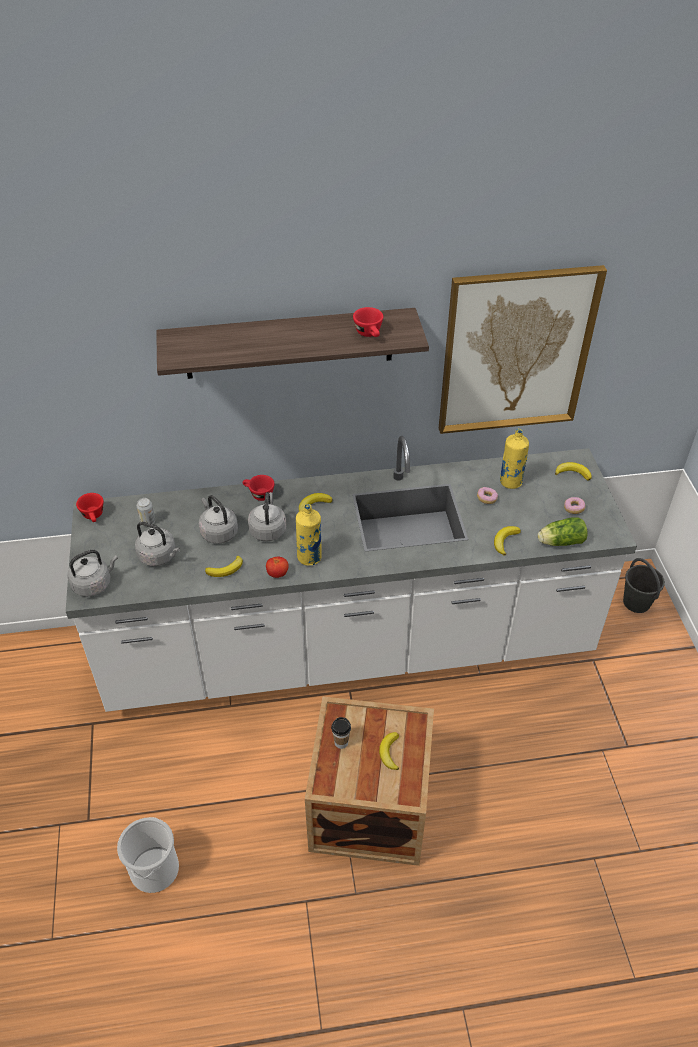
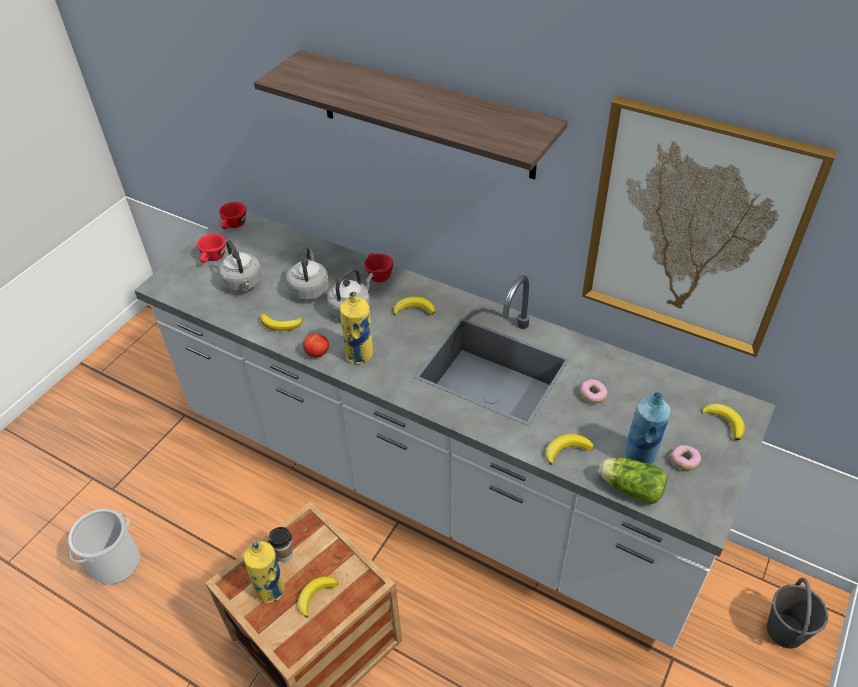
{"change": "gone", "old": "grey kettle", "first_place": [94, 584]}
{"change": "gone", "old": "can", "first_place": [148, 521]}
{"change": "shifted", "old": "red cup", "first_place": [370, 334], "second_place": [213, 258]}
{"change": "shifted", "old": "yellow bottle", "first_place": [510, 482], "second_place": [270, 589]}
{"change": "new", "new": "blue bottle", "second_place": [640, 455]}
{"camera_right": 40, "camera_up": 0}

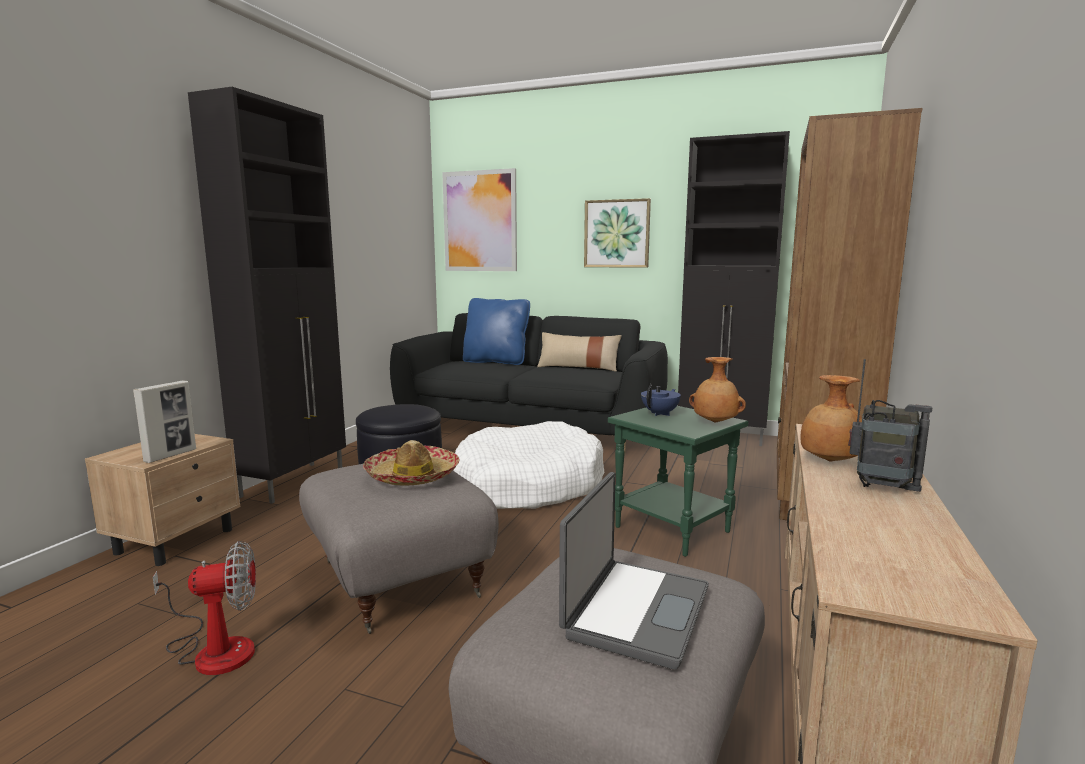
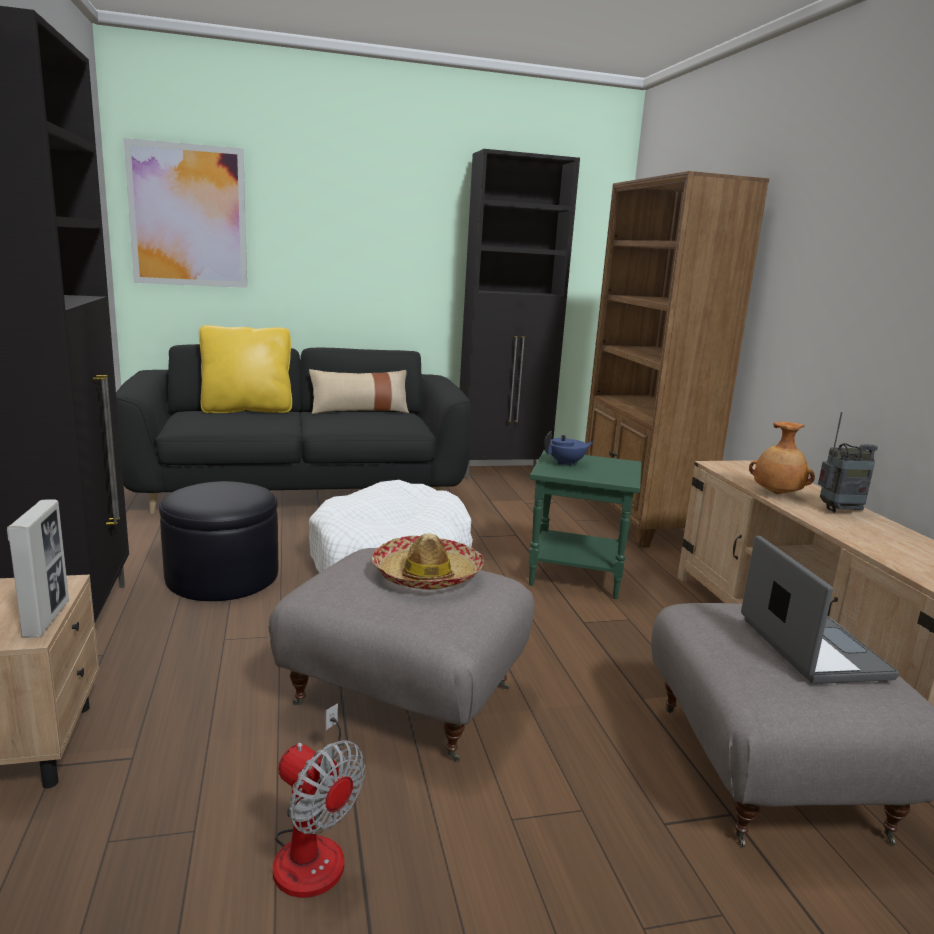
{"change": "rotated", "old": "fan", "first_place": [214, 649], "second_place": [314, 845], "degrees": 90}
{"change": "repainted", "old": "blue pillow", "new": "yellow pillow", "first_place": [496, 362], "second_place": [247, 410]}
{"change": "gone", "old": "picture", "first_place": [617, 233]}
{"change": "rotated", "old": "blue teapot", "first_place": [660, 414], "second_place": [566, 463], "degrees": 60}
{"change": "gone", "old": "brown vase", "first_place": [715, 422]}
{"camera_right": -35, "camera_up": 5}

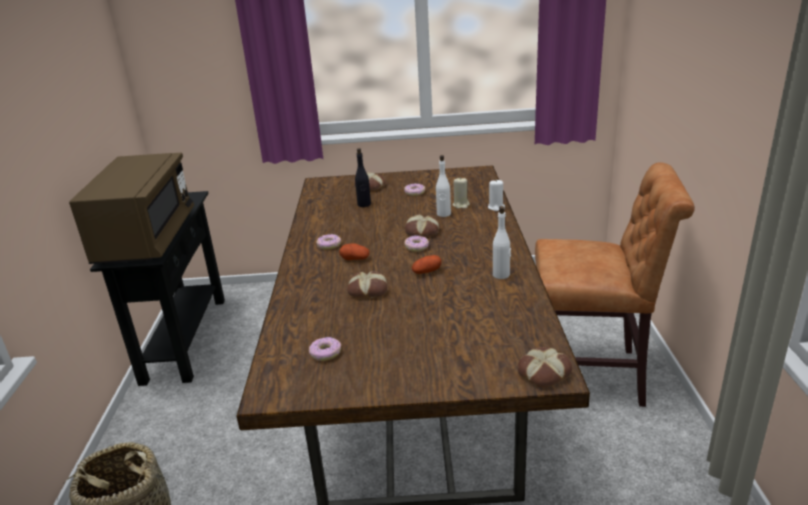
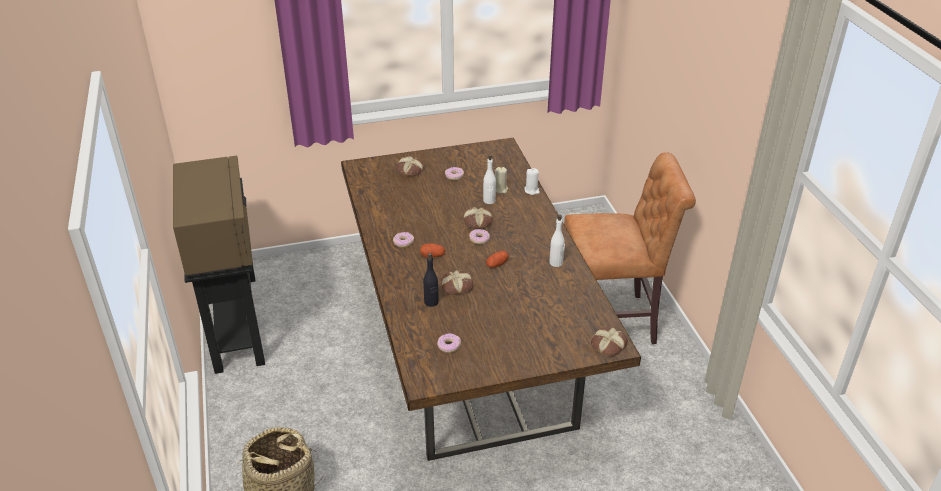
{"change": "shifted", "old": "black bottle", "first_place": [364, 204], "second_place": [431, 302]}
{"camera_right": -15, "camera_up": 10}

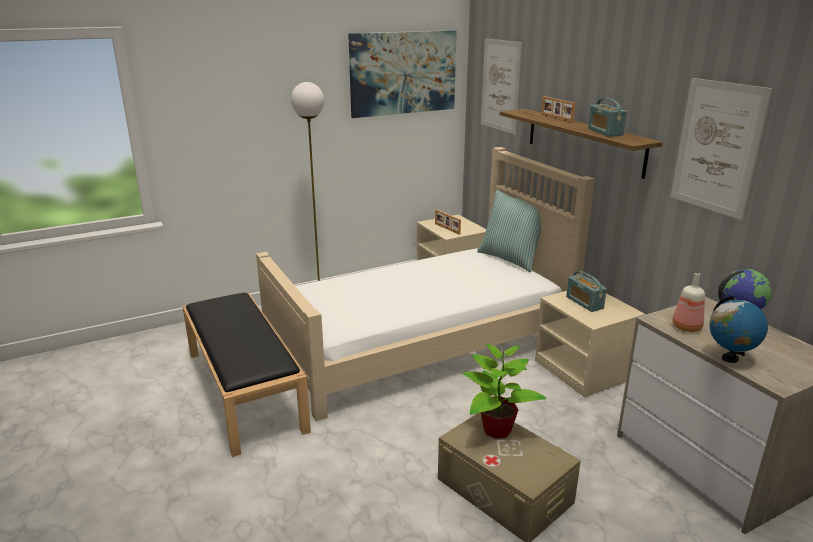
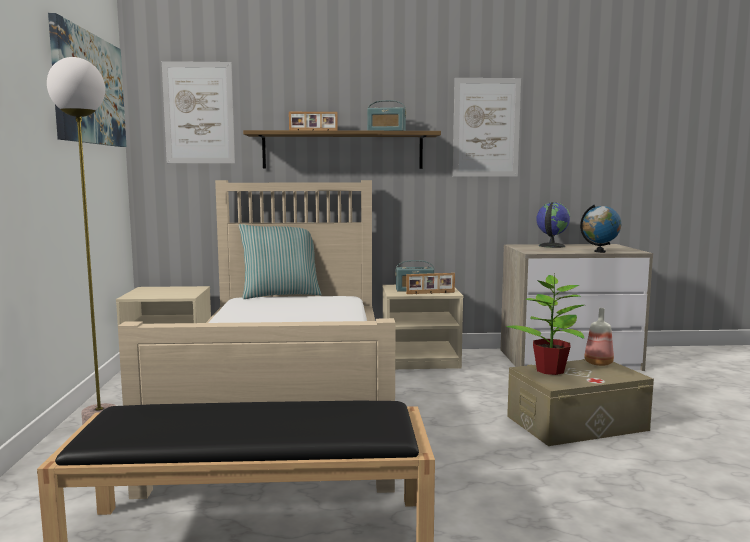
{"change": "shifted", "old": "picture frame", "first_place": [446, 229], "second_place": [430, 293]}
{"change": "shifted", "old": "bottle", "first_place": [686, 327], "second_place": [597, 363]}
{"camera_right": -65, "camera_up": -15}

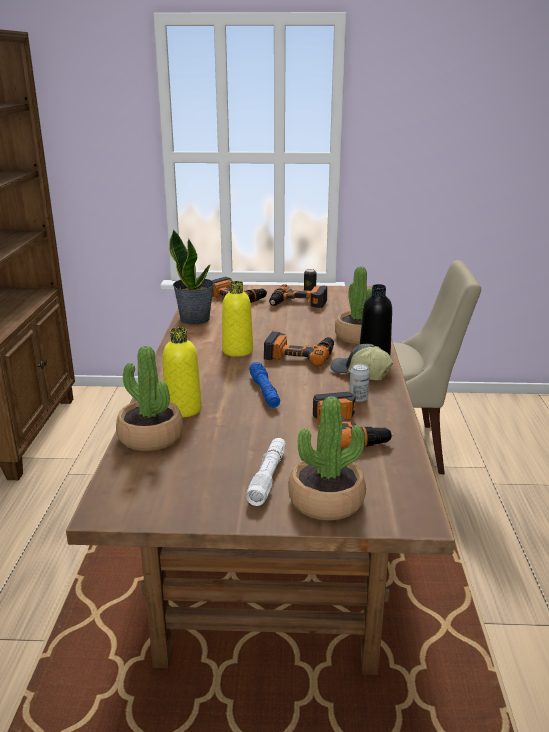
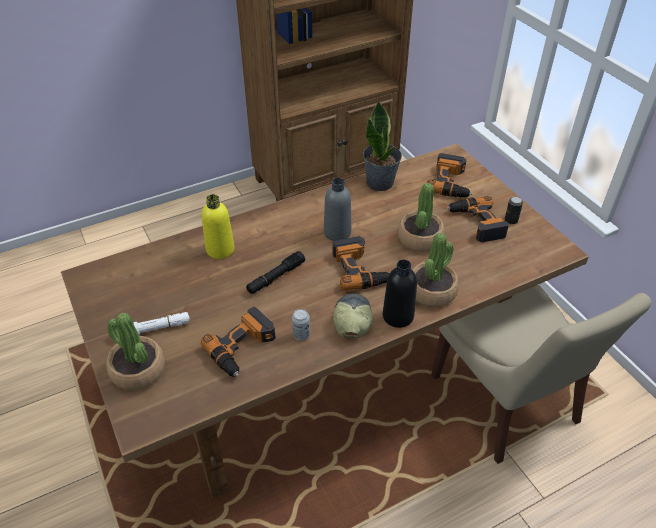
{"change": "shifted", "old": "potted plant", "first_place": [150, 437], "second_place": [419, 238]}
{"change": "repainted", "old": "yellow bottle", "new": "grey bottle", "first_place": [237, 351], "second_place": [337, 232]}
{"change": "repainted", "old": "blue flashlight", "new": "black flashlight", "first_place": [264, 391], "second_place": [276, 277]}
{"camera_right": 60, "camera_up": 20}

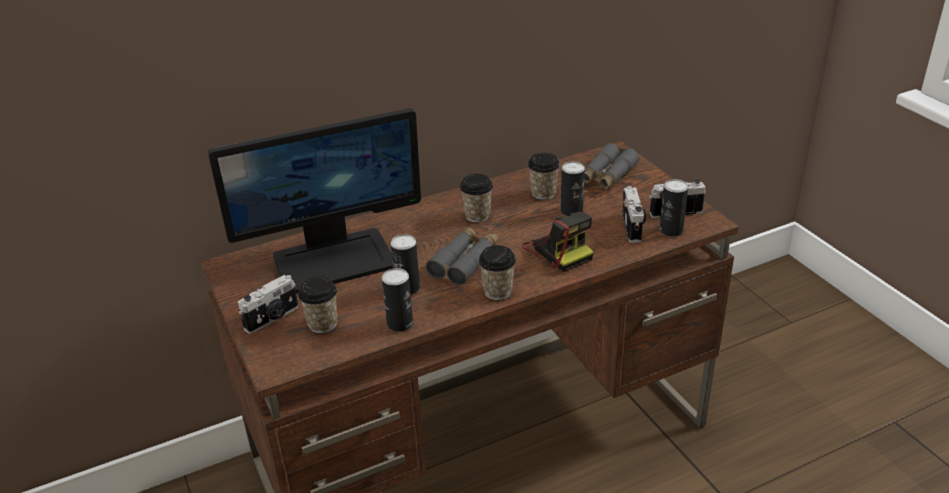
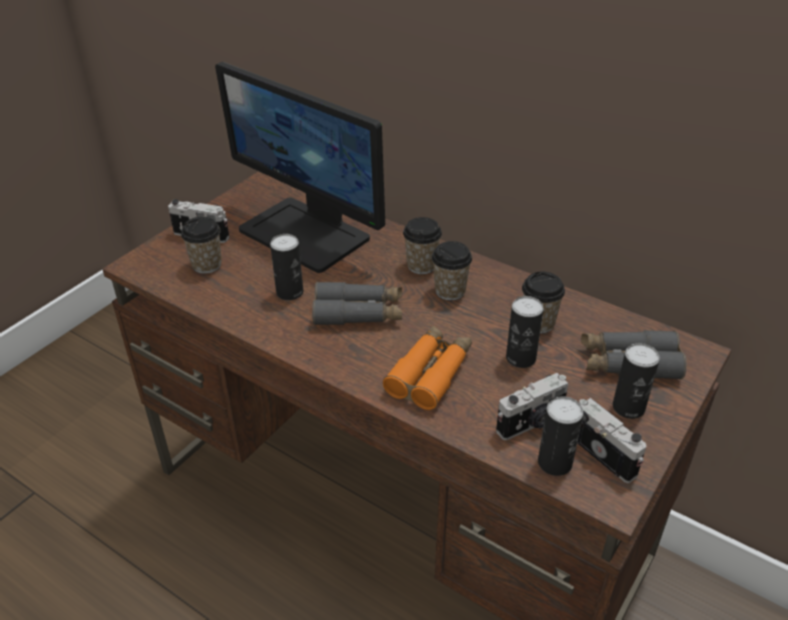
{"change": "shifted", "old": "can", "first_place": [400, 324], "second_place": [628, 407]}
{"change": "shifted", "old": "cup", "first_place": [498, 291], "second_place": [421, 266]}
{"change": "swapped", "old": "photo camera", "new": "orange binoculars", "first_place": [558, 250], "second_place": [430, 373]}
{"camera_right": 60, "camera_up": 5}

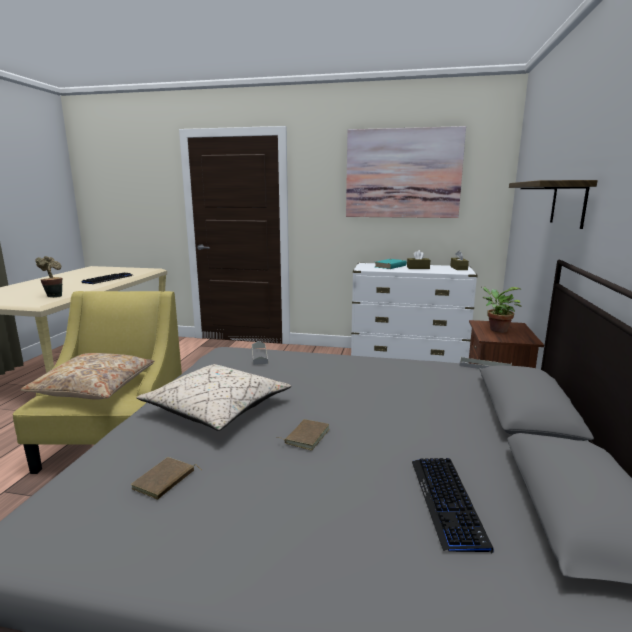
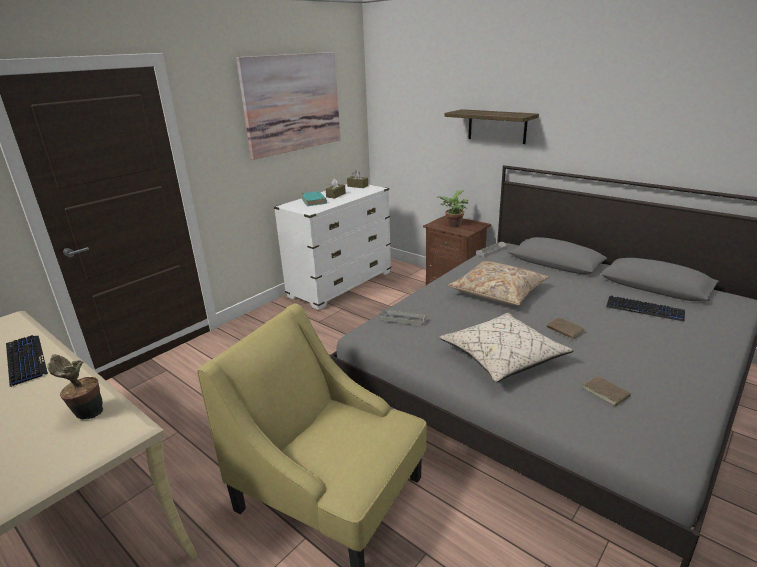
{"change": "shifted", "old": "beige pillow", "first_place": [95, 387], "second_place": [498, 292]}
{"camera_right": -60, "camera_up": 10}

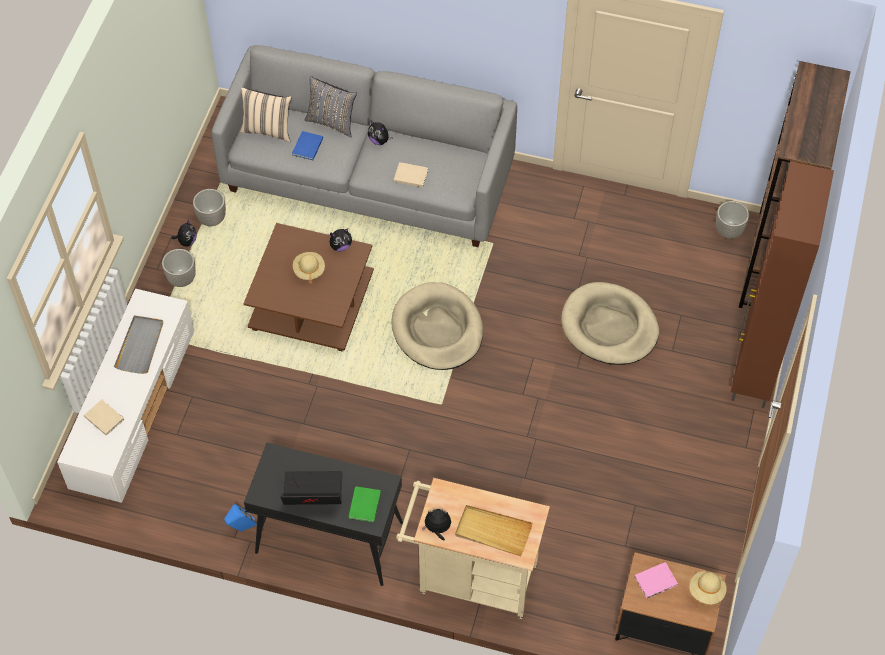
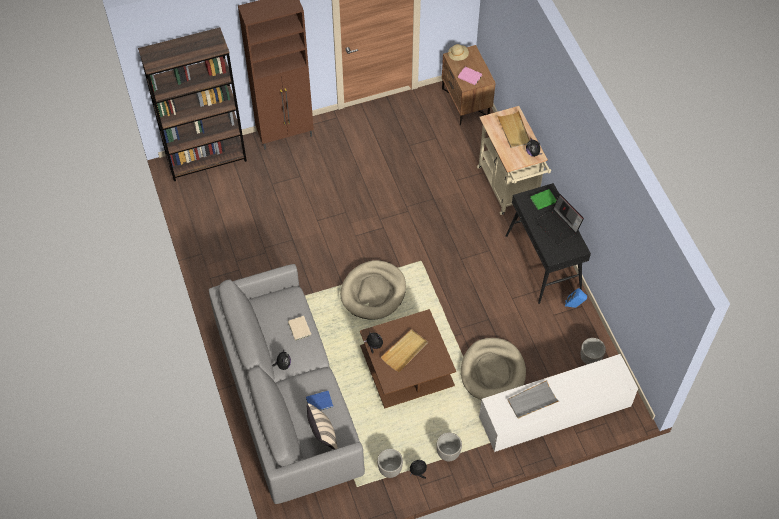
{"change": "gone", "old": "beige book", "first_place": [104, 417]}
{"change": "swapped", "old": "beige hat", "new": "beige tray", "first_place": [309, 270], "second_place": [405, 351]}
{"change": "gone", "old": "grey pillow", "first_place": [332, 122]}
{"change": "shifted", "old": "beige dog bed", "first_place": [609, 327], "second_place": [493, 372]}
{"change": "shifted", "old": "planter", "first_place": [728, 231], "second_place": [590, 359]}
{"camera_right": -125, "camera_up": 0}

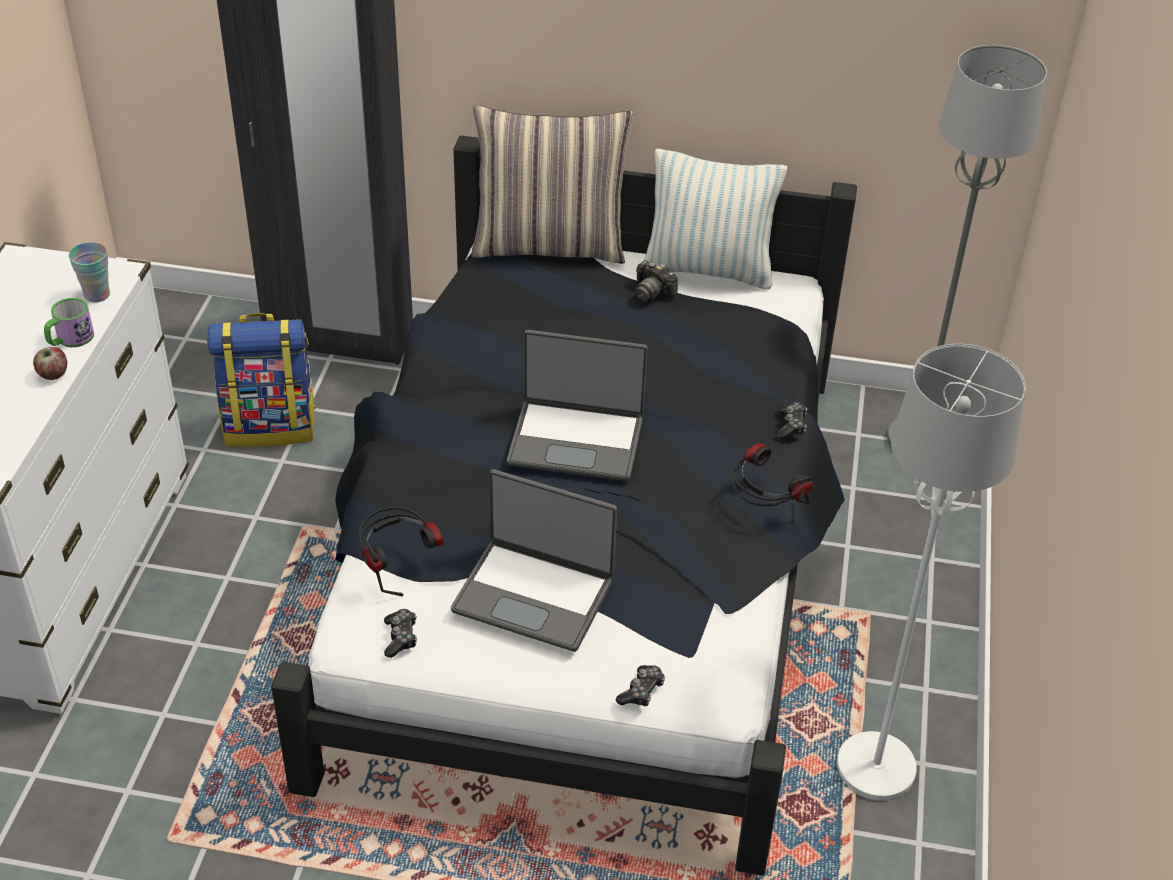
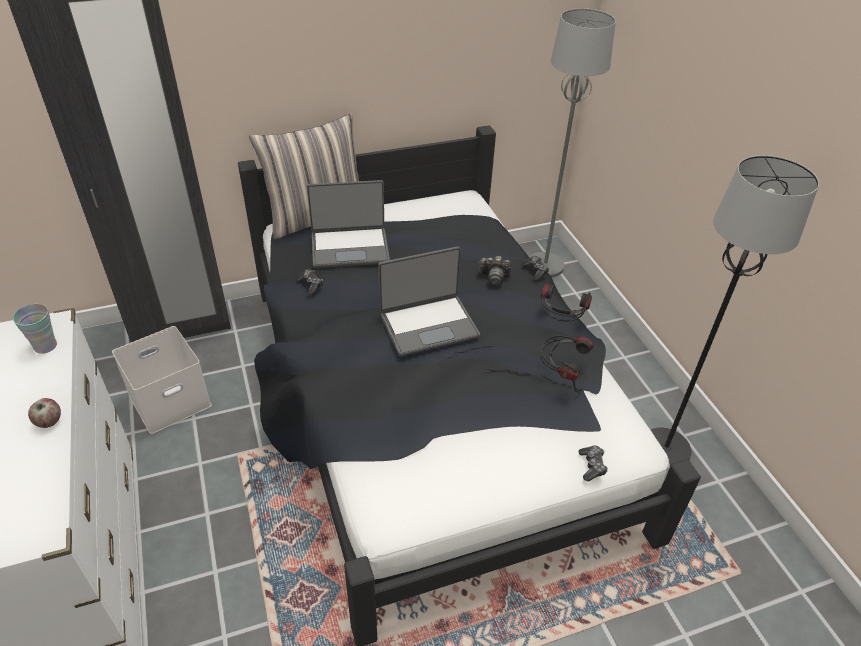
{"change": "gone", "old": "mug", "first_place": [70, 339]}
{"change": "swapped", "old": "backpack", "new": "white storage box", "first_place": [270, 426], "second_place": [171, 398]}
{"change": "shifted", "old": "headphones", "first_place": [398, 567], "second_place": [561, 375]}
{"change": "shifted", "old": "game controller", "first_place": [400, 637], "second_place": [310, 285]}
{"change": "shifted", "old": "laptop", "first_place": [534, 595], "second_place": [350, 247]}
{"change": "shifted", "old": "photo camera", "first_place": [652, 292], "second_place": [494, 277]}
{"change": "gone", "old": "pillow", "first_place": [708, 269]}
{"change": "repainted", "old": "white floor lamp", "new": "black floor lamp", "first_place": [875, 768], "second_place": [665, 450]}
{"camera_right": -30, "camera_up": 0}

